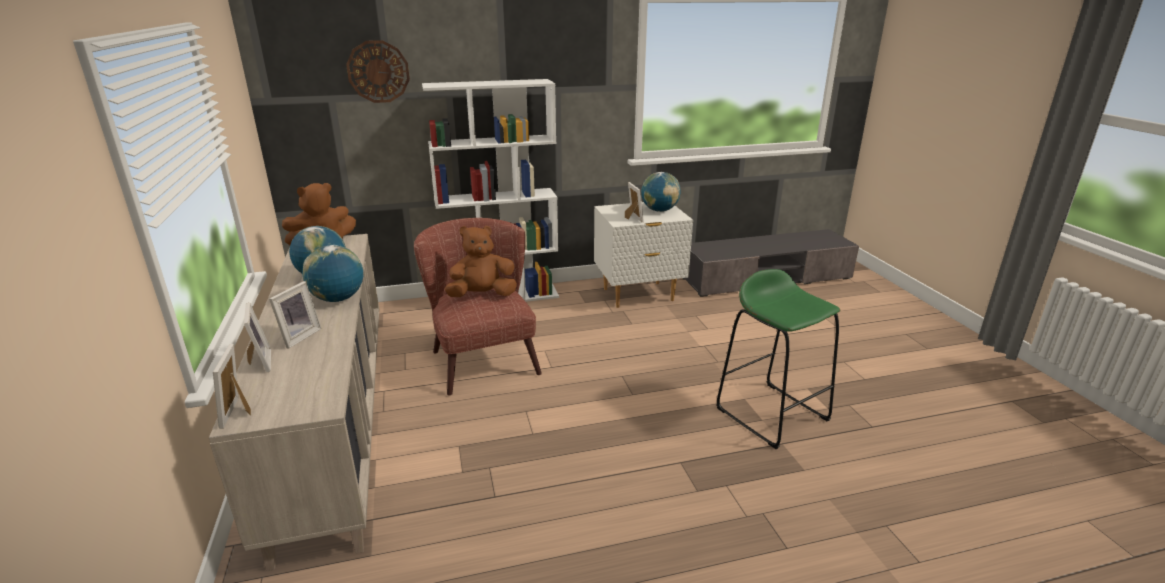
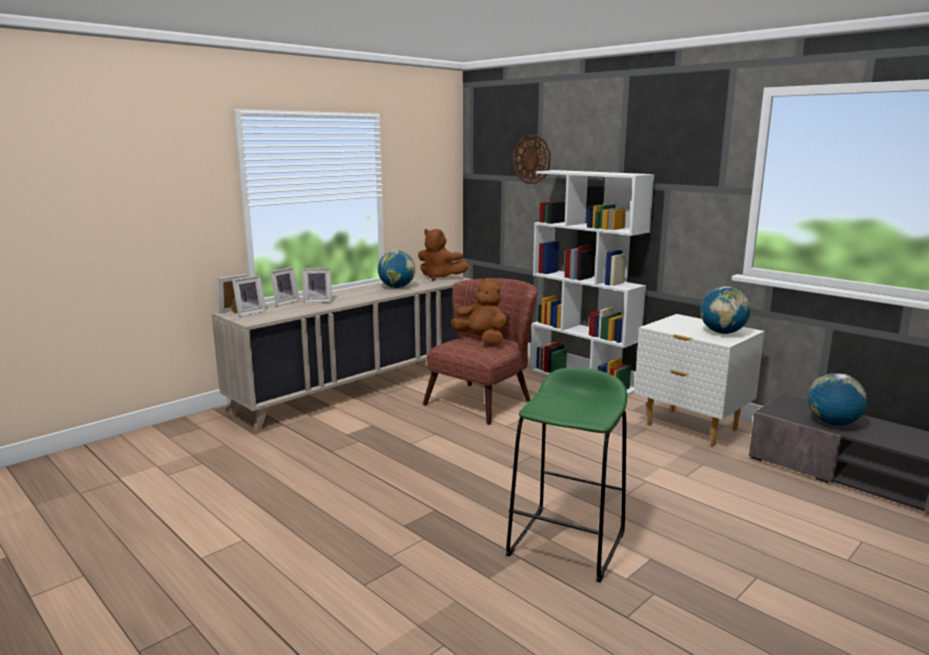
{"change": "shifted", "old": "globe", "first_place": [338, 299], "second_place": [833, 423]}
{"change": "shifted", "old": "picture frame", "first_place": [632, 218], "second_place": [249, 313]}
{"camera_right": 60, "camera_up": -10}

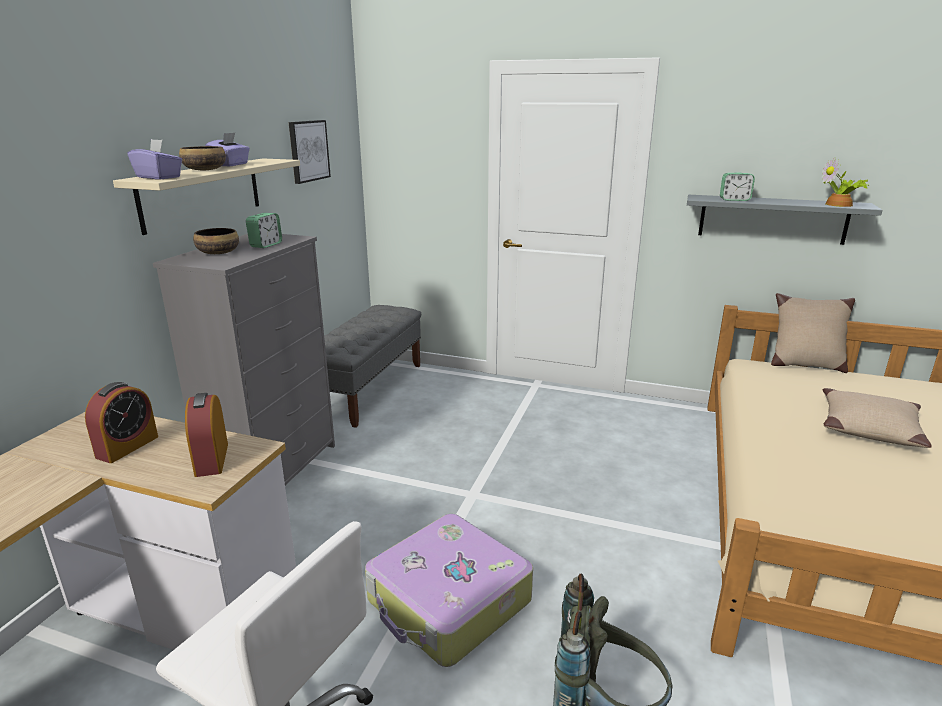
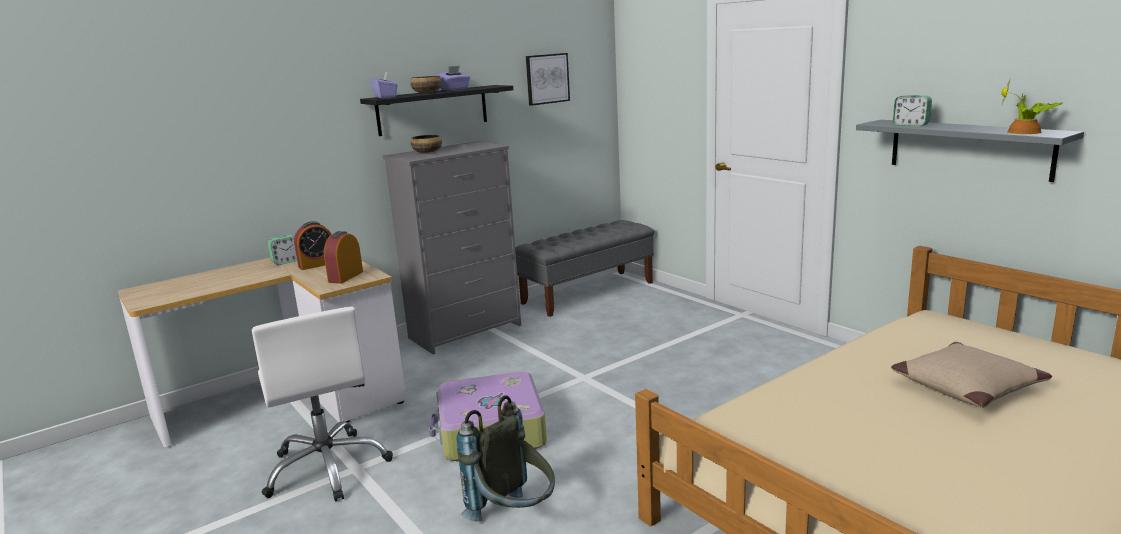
{"change": "repainted", "old": "beige shelf", "new": "black shelf", "first_place": [202, 193], "second_place": [433, 110]}
{"change": "shifted", "old": "alarm clock", "first_place": [266, 245], "second_place": [287, 261]}
{"change": "gone", "old": "beige pillow", "first_place": [804, 365]}
{"camera_right": 35, "camera_up": -5}

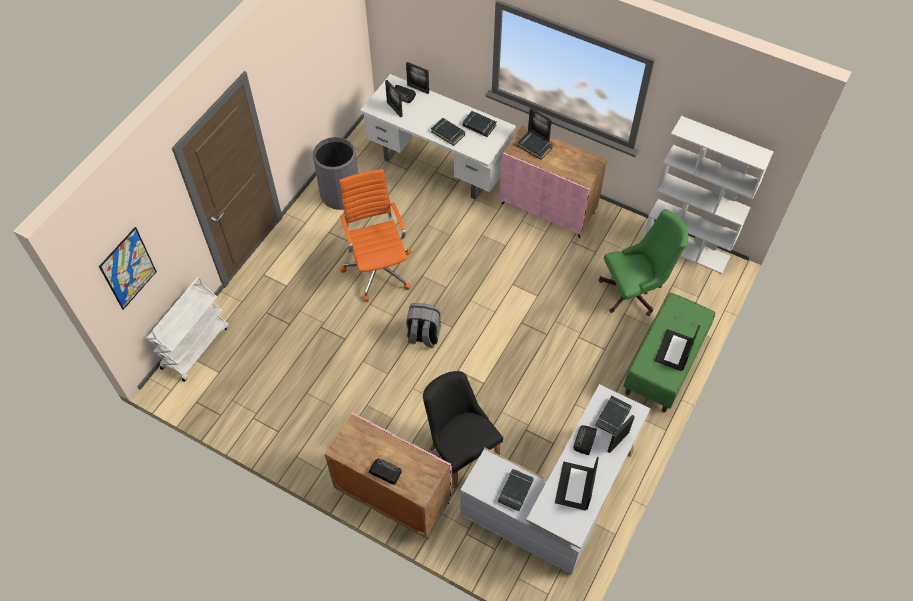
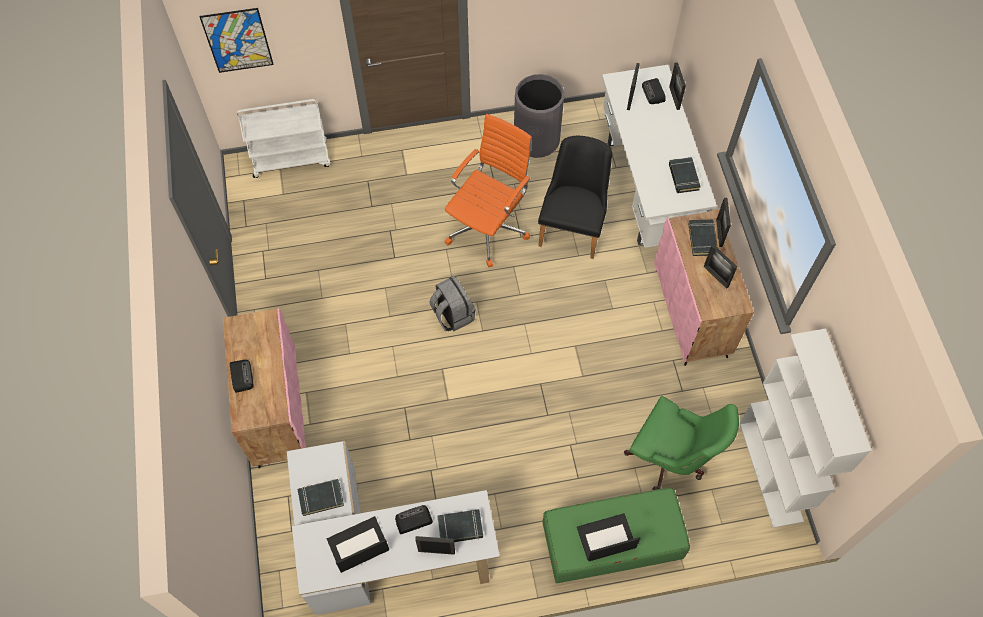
{"change": "shifted", "old": "black chair", "first_place": [459, 449], "second_place": [573, 226]}
{"change": "gone", "old": "black book", "first_place": [448, 133]}
{"change": "new", "new": "picture frame", "second_place": [716, 276]}
{"camera_right": 50, "camera_up": 5}

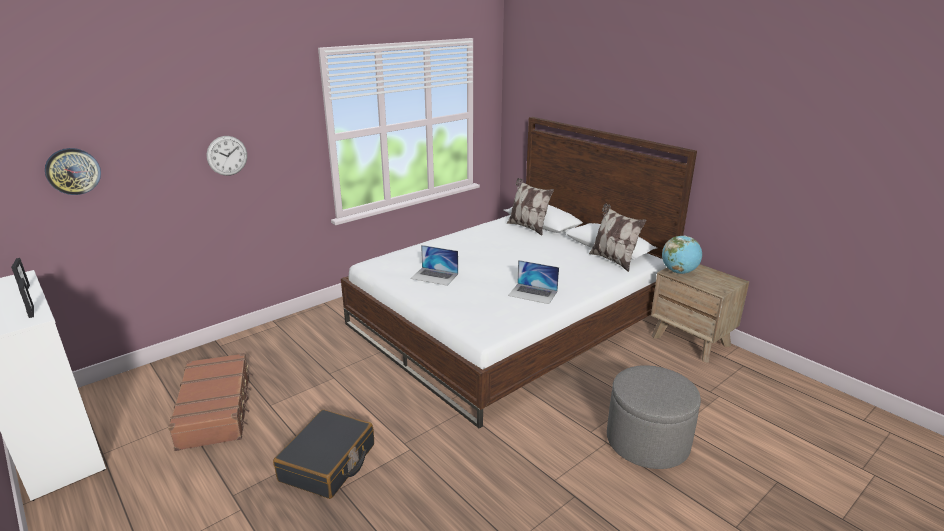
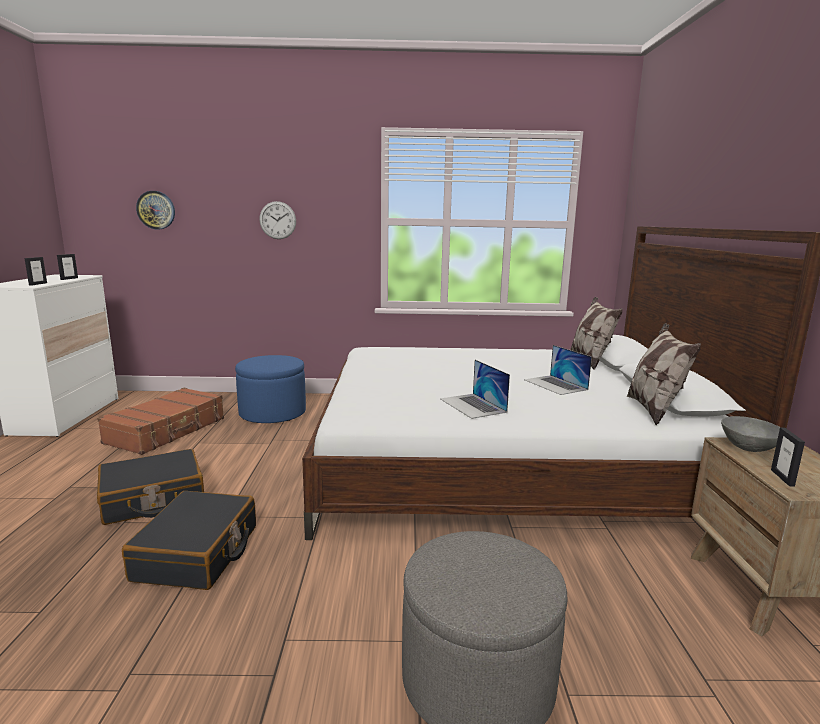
{"change": "shifted", "old": "laptop", "first_place": [434, 276], "second_place": [555, 384]}
{"change": "swapped", "old": "globe", "new": "grey bowl", "first_place": [679, 272], "second_place": [749, 447]}
{"change": "new", "new": "black suitcase", "second_place": [197, 553]}
{"change": "new", "new": "blue ottoman", "second_place": [272, 413]}
{"change": "new", "new": "picture frame", "second_place": [782, 478]}
{"camera_right": 40, "camera_up": -10}

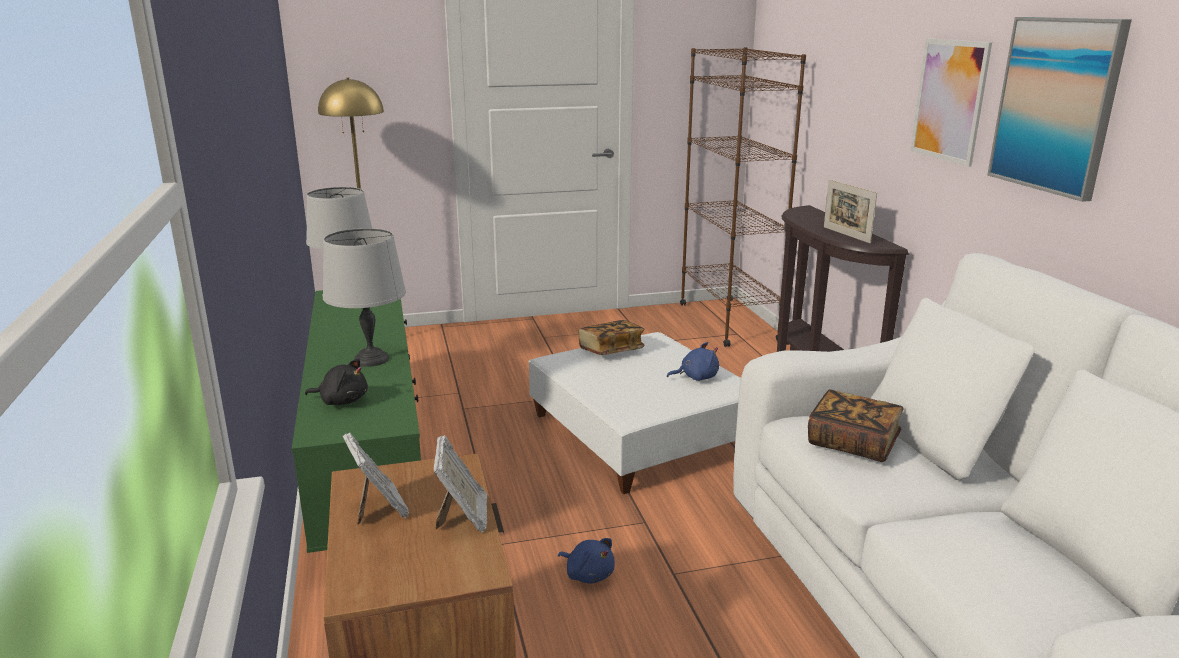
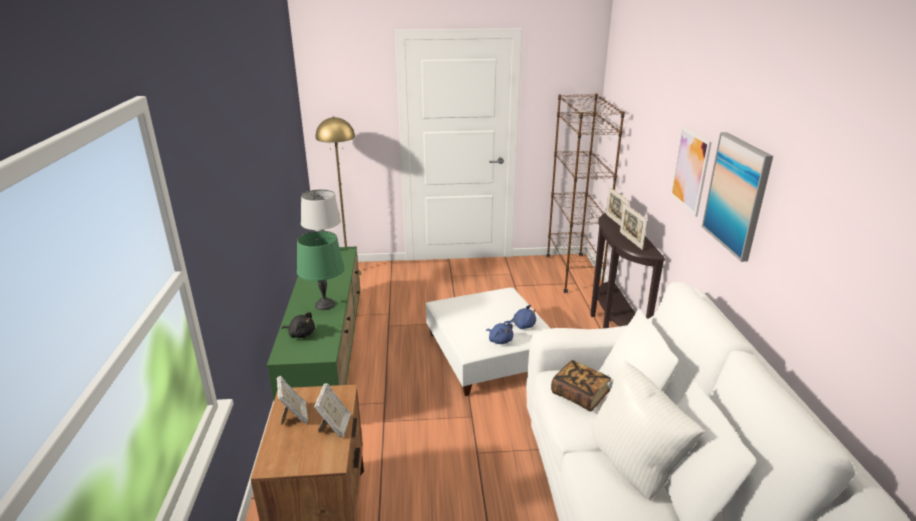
{"change": "repainted", "old": "grey table lamp", "new": "green table lamp", "first_place": [371, 360], "second_place": [325, 305]}
{"change": "shifted", "old": "blue plush toy", "first_place": [588, 574], "second_place": [500, 340]}
{"change": "gone", "old": "book", "first_place": [611, 350]}
{"change": "new", "new": "white pillow", "second_place": [635, 467]}
{"change": "new", "new": "picture frame", "second_place": [615, 221]}
{"camera_right": 10, "camera_up": 5}

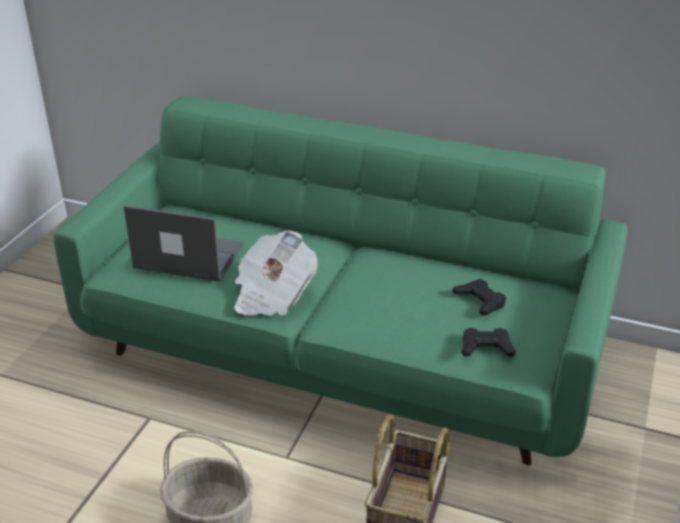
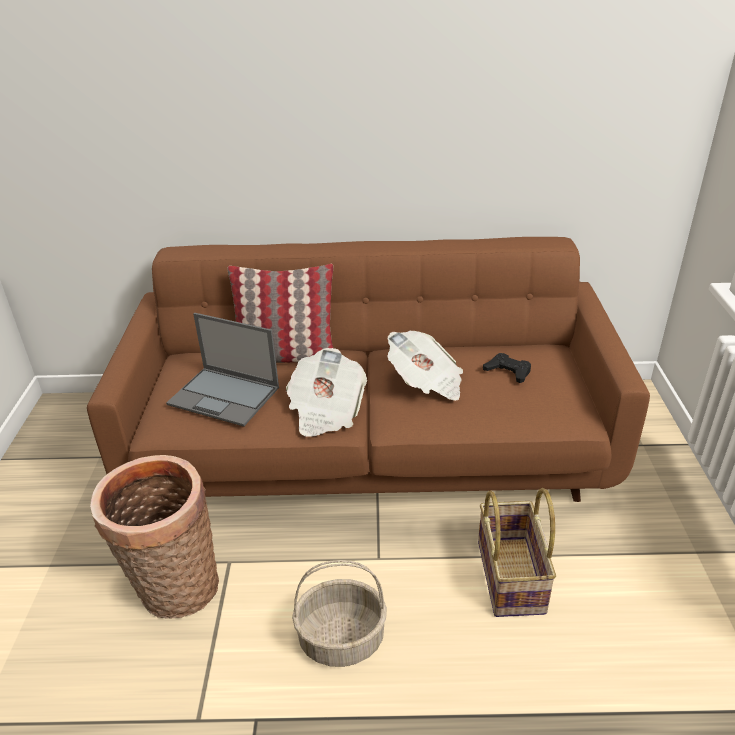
{"change": "repainted", "old": "green sofa", "new": "brown sofa", "first_place": [341, 350], "second_place": [371, 449]}
{"change": "rotated", "old": "laptop", "first_place": [187, 256], "second_place": [225, 396], "degrees": -150}
{"change": "gone", "old": "black game controller", "first_place": [486, 347]}
{"change": "new", "new": "basket", "second_place": [174, 589]}
{"change": "new", "new": "pillow", "second_place": [286, 357]}
{"change": "new", "new": "newspaper", "second_place": [426, 382]}
{"camera_right": -20, "camera_up": 0}

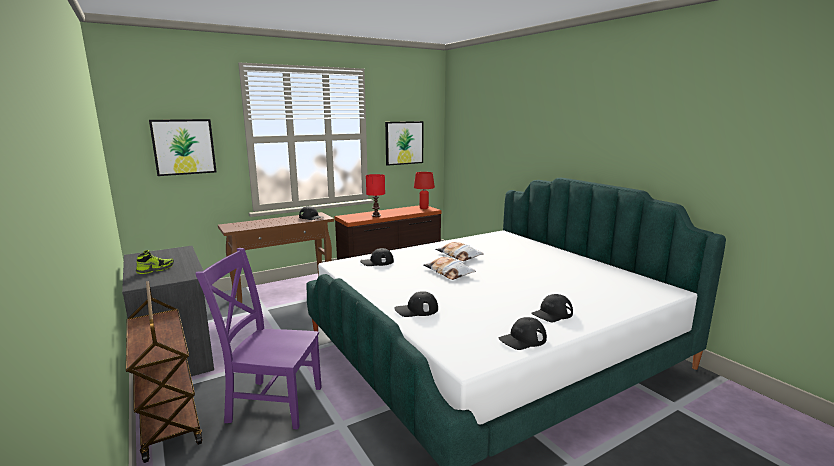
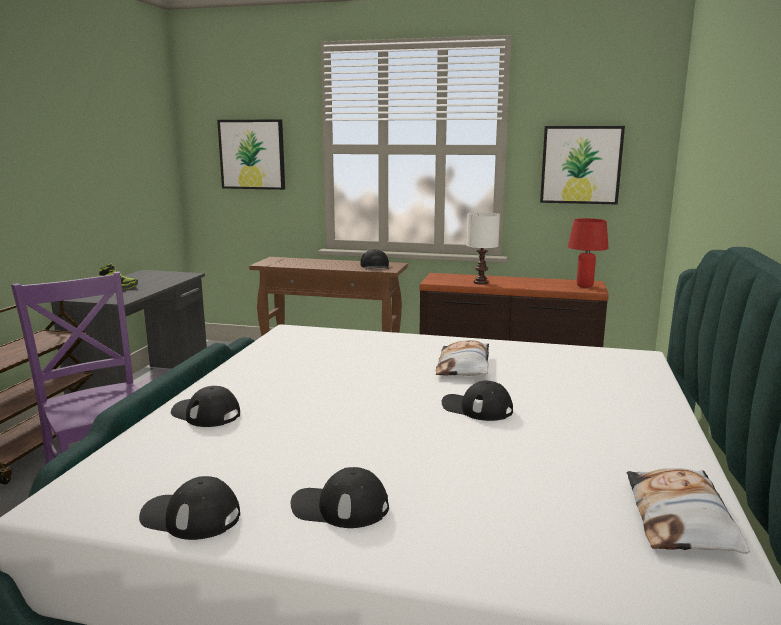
{"change": "shifted", "old": "black cap", "first_place": [377, 262], "second_place": [476, 408]}
{"change": "repainted", "old": "red table lamp", "new": "white table lamp", "first_place": [376, 216], "second_place": [481, 283]}
{"change": "shifted", "old": "pillow", "first_place": [449, 272], "second_place": [681, 519]}
{"camera_right": 45, "camera_up": 0}

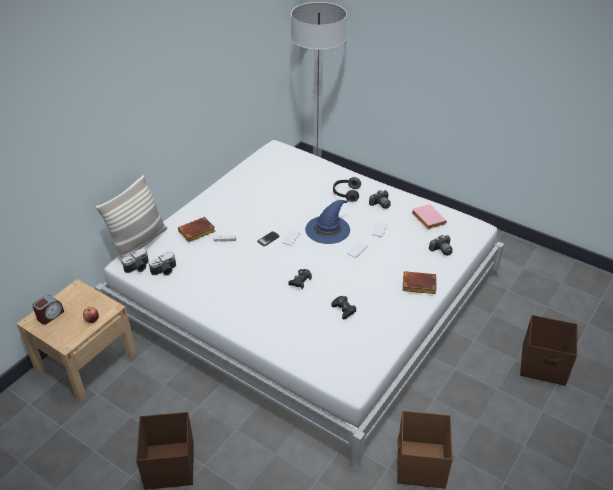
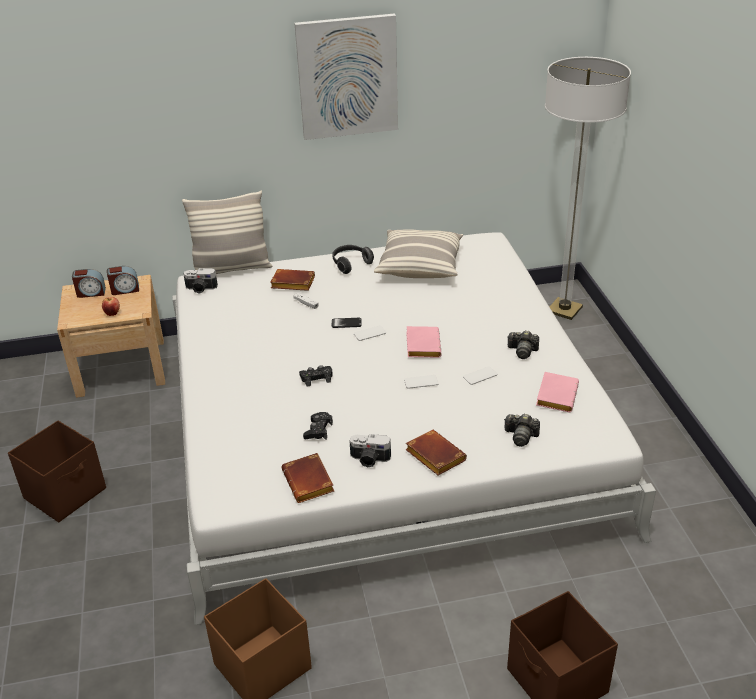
{"change": "shifted", "old": "photo camera", "first_place": [165, 271], "second_place": [369, 459]}
{"change": "swapped", "old": "blue hat", "new": "pink book", "first_place": [328, 229], "second_place": [421, 345]}
{"change": "shifted", "old": "headphones", "first_place": [346, 194], "second_place": [350, 264]}
{"change": "new", "new": "alarm clock", "second_place": [125, 290]}
{"change": "new", "new": "brown book", "second_place": [310, 482]}
{"change": "new", "new": "picture", "second_place": [347, 77]}
{"change": "new", "new": "pillow", "second_place": [420, 265]}
{"camera_right": 45, "camera_up": -5}

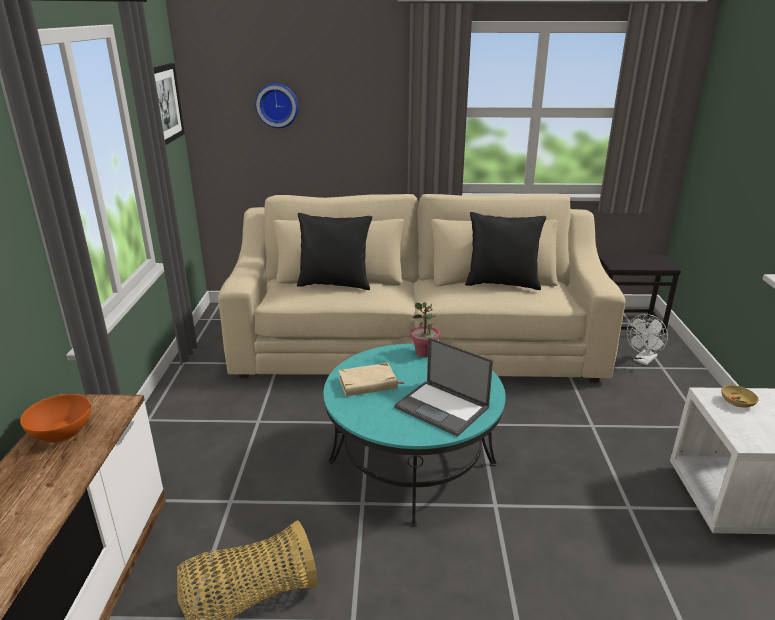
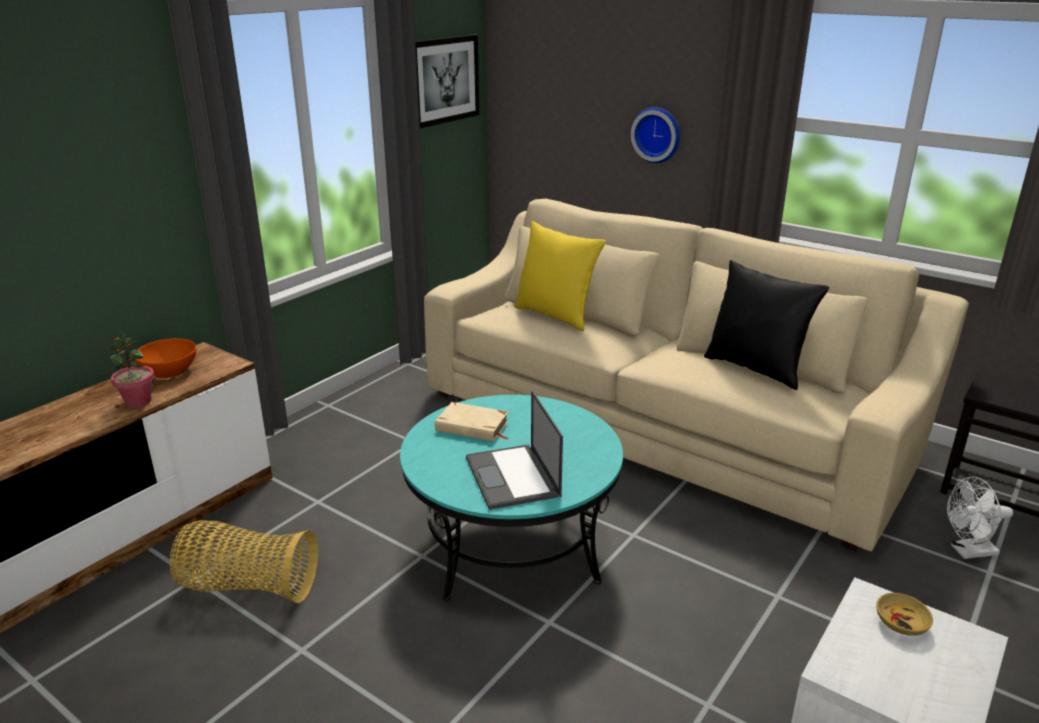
{"change": "shifted", "old": "wall clock", "first_place": [277, 105], "second_place": [657, 134]}
{"change": "repainted", "old": "black pillow", "new": "yellow pillow", "first_place": [335, 284], "second_place": [556, 315]}
{"change": "shifted", "old": "potted plant", "first_place": [424, 353], "second_place": [138, 402]}
{"camera_right": 35, "camera_up": 0}

